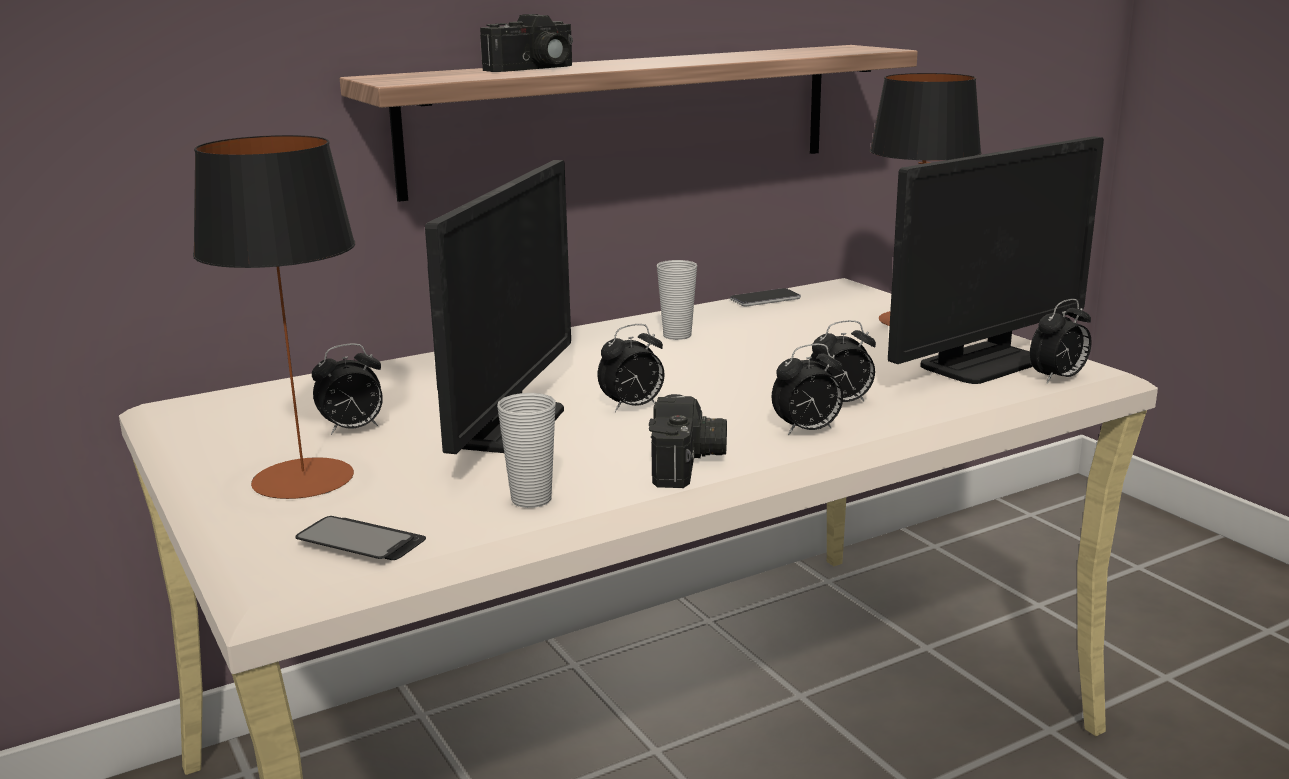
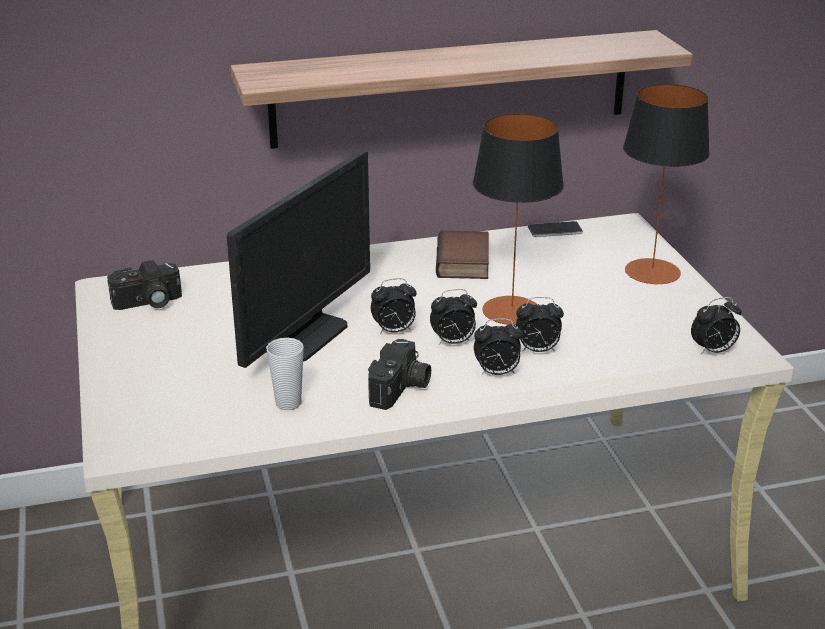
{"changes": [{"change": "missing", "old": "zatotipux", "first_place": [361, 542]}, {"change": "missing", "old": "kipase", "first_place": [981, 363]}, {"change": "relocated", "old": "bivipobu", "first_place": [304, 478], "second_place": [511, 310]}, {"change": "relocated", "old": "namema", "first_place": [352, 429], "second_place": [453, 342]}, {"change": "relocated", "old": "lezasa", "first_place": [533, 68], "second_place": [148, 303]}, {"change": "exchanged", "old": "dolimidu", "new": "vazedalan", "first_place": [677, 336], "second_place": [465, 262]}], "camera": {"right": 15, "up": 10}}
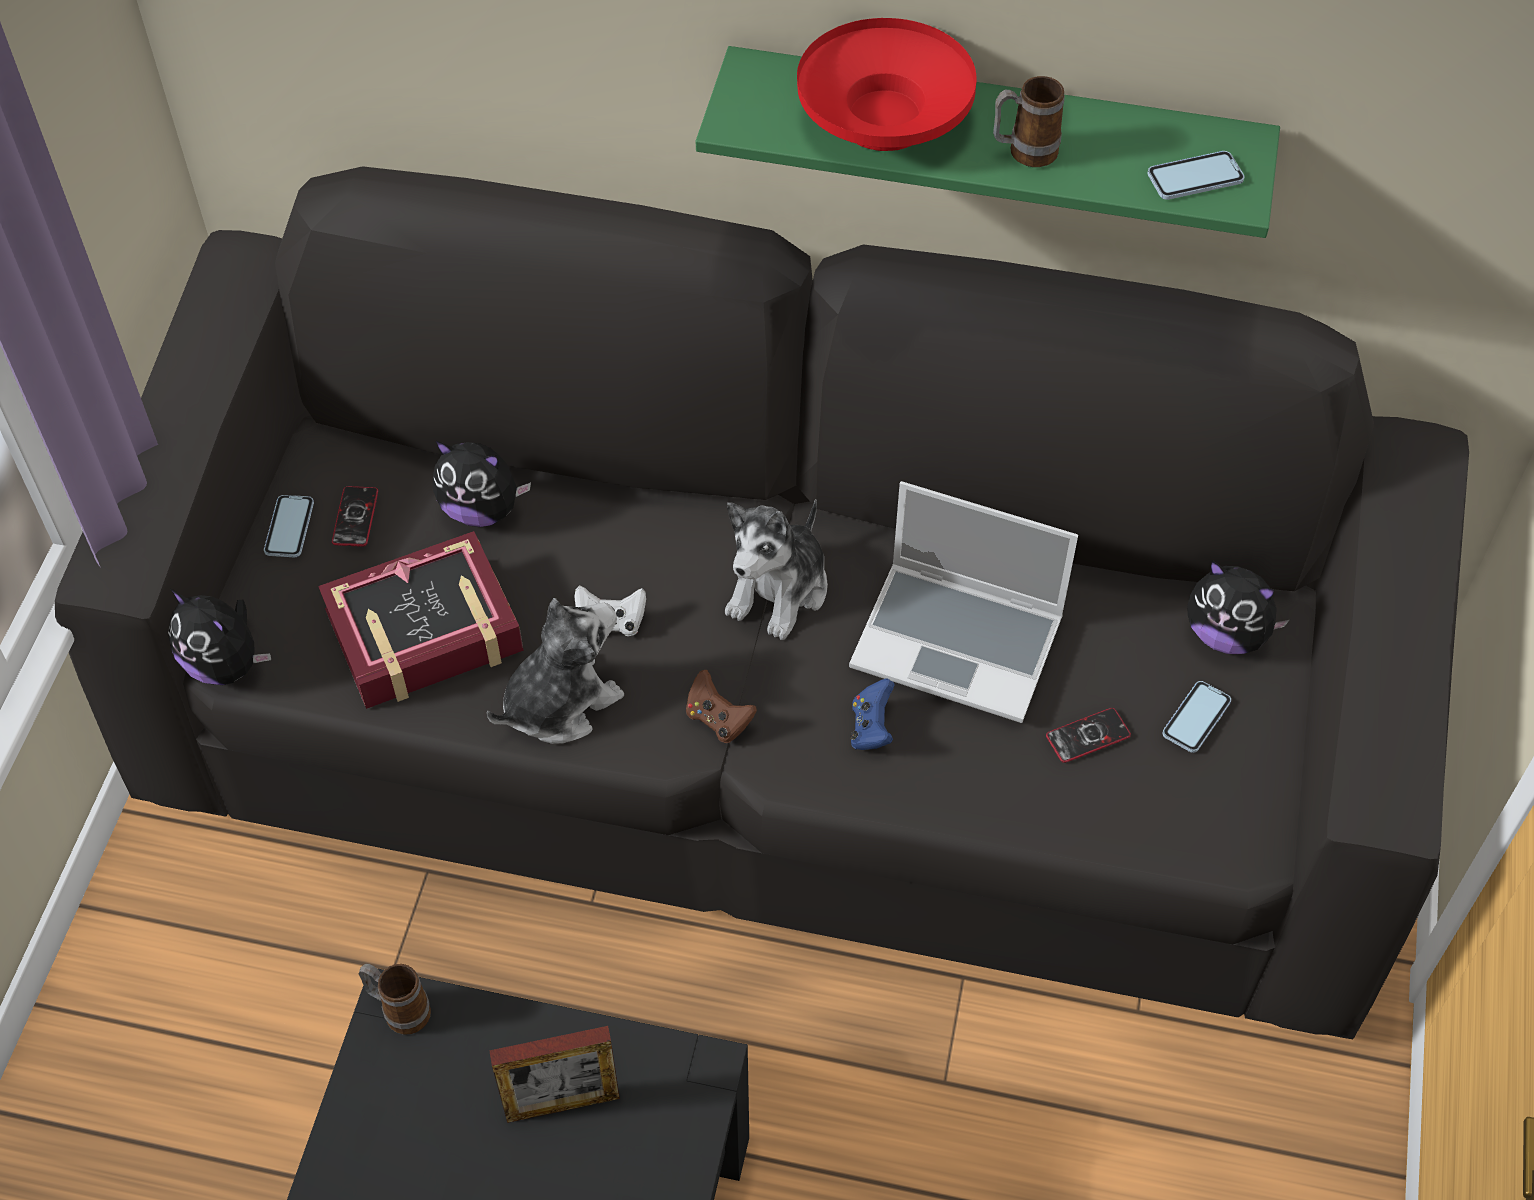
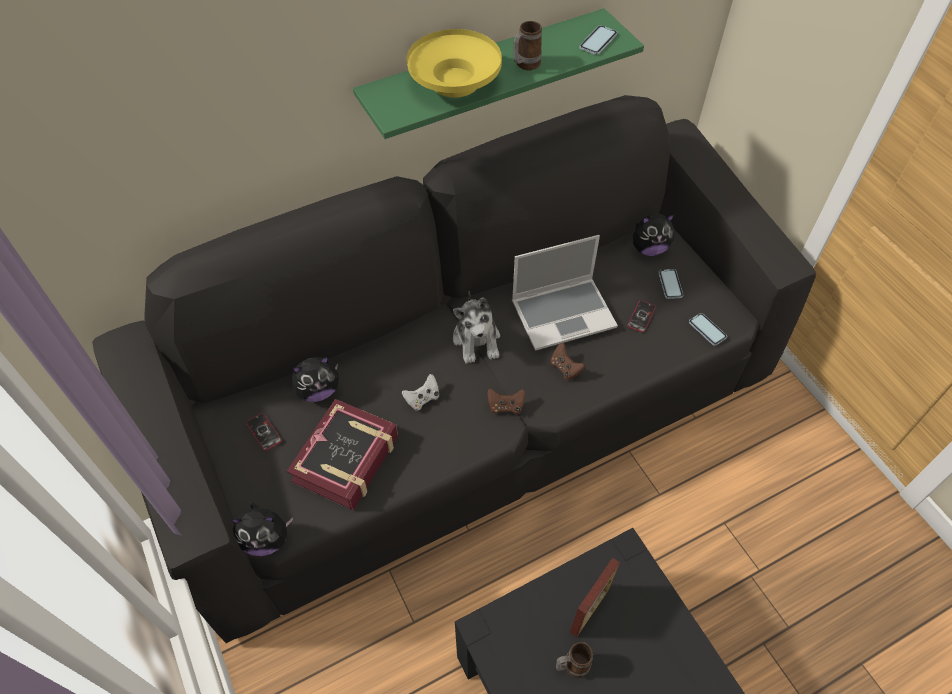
{"changes": [{"change": "missing", "old": "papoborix", "first_place": [560, 702]}, {"change": "relocated", "old": "zatotipux", "first_place": [289, 528], "second_place": [707, 330]}, {"change": "relocated", "old": "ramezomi", "first_place": [399, 1010], "second_place": [571, 666]}, {"change": "colour", "old": "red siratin", "new": "yellow siratin", "first_place": [883, 119], "second_place": [454, 82]}, {"change": "colour", "old": "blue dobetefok", "new": "brown dobetefok", "first_place": [871, 728], "second_place": [565, 368]}], "camera": {"right": -40, "up": 0}}
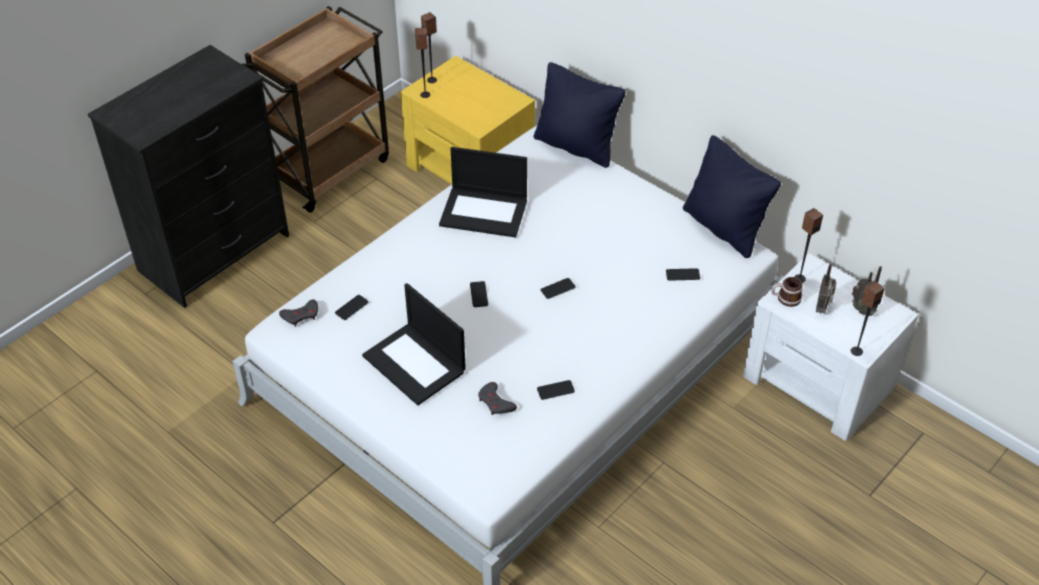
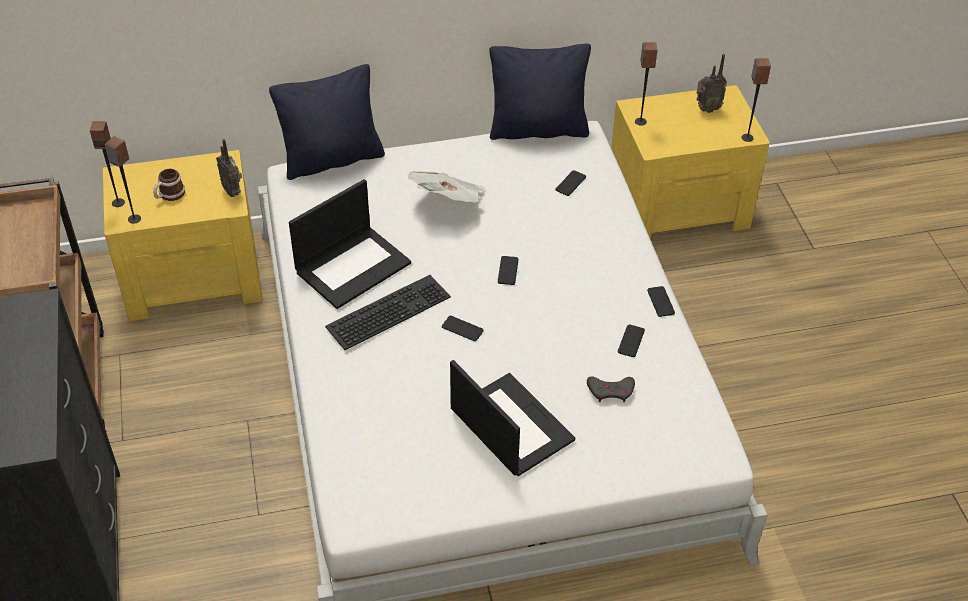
{"changes": [{"change": "missing", "old": "grey dobetefok", "first_place": [301, 315]}, {"change": "appeared", "new": "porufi", "second_place": [388, 310]}, {"change": "appeared", "new": "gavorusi", "second_place": [449, 201]}, {"change": "relocated", "old": "zatotipux", "first_place": [351, 307], "second_place": [660, 302]}, {"change": "relocated", "old": "ramezomi", "first_place": [785, 298], "second_place": [169, 195]}, {"change": "relocated", "old": "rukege", "first_place": [822, 308], "second_place": [233, 191]}, {"change": "colour", "old": "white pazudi", "new": "yellow pazudi", "first_place": [818, 382], "second_place": [678, 207]}, {"change": "spun", "old": "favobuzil", "first_place": [415, 364], "second_place": [509, 425], "degrees": -120}], "camera": {"right": -55, "up": 0}}
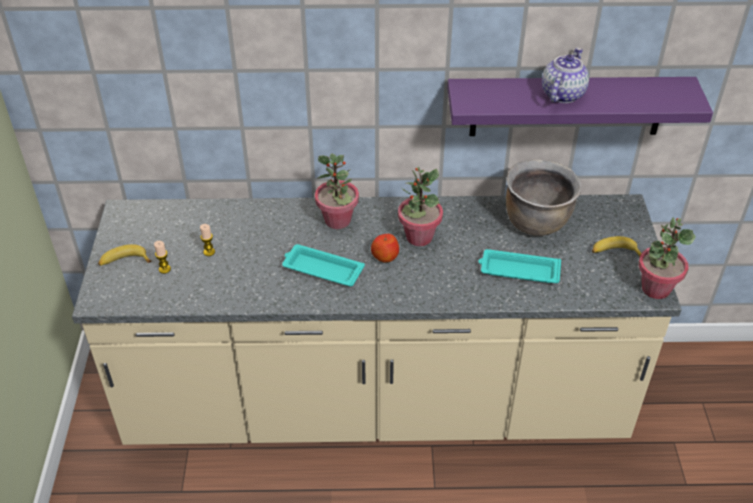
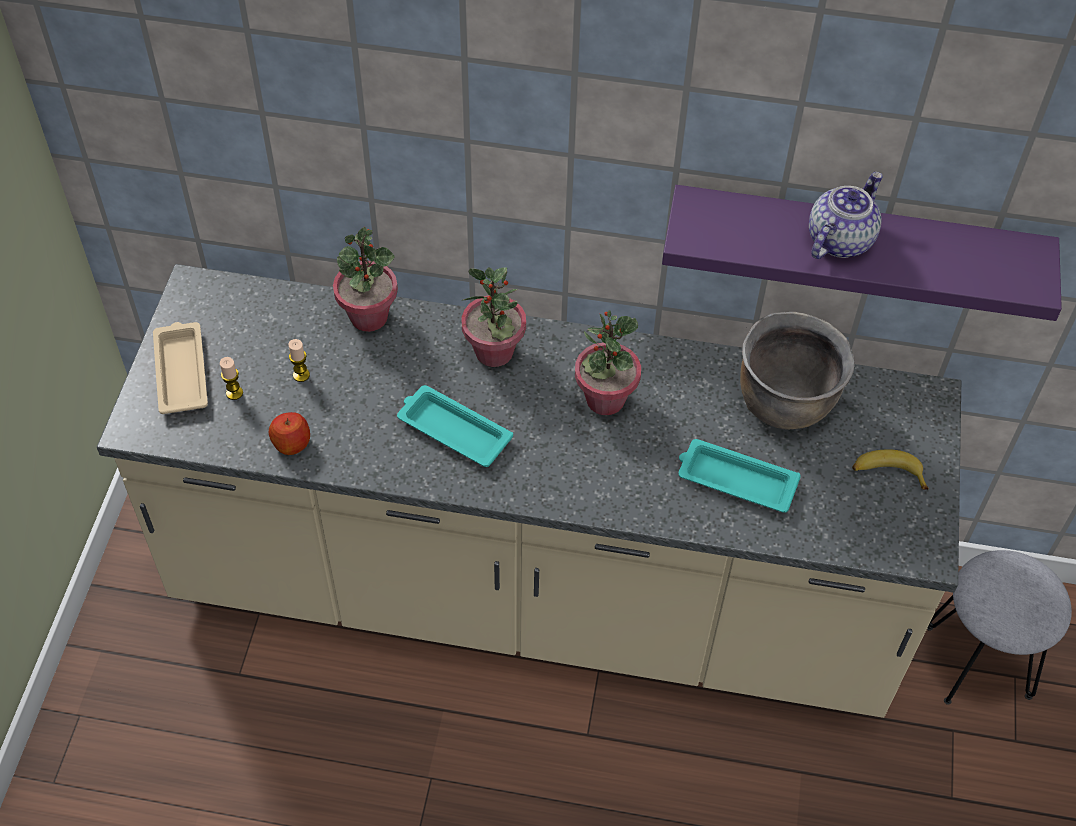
{"changes": [{"change": "appeared", "new": "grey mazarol", "second_place": [977, 661]}, {"change": "relocated", "old": "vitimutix", "first_place": [385, 256], "second_place": [291, 443]}, {"change": "relocated", "old": "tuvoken", "first_place": [655, 288], "second_place": [369, 316]}, {"change": "exchanged", "old": "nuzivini", "new": "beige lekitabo", "first_place": [124, 261], "second_place": [181, 371]}], "camera": {"right": 10, "up": 10}}
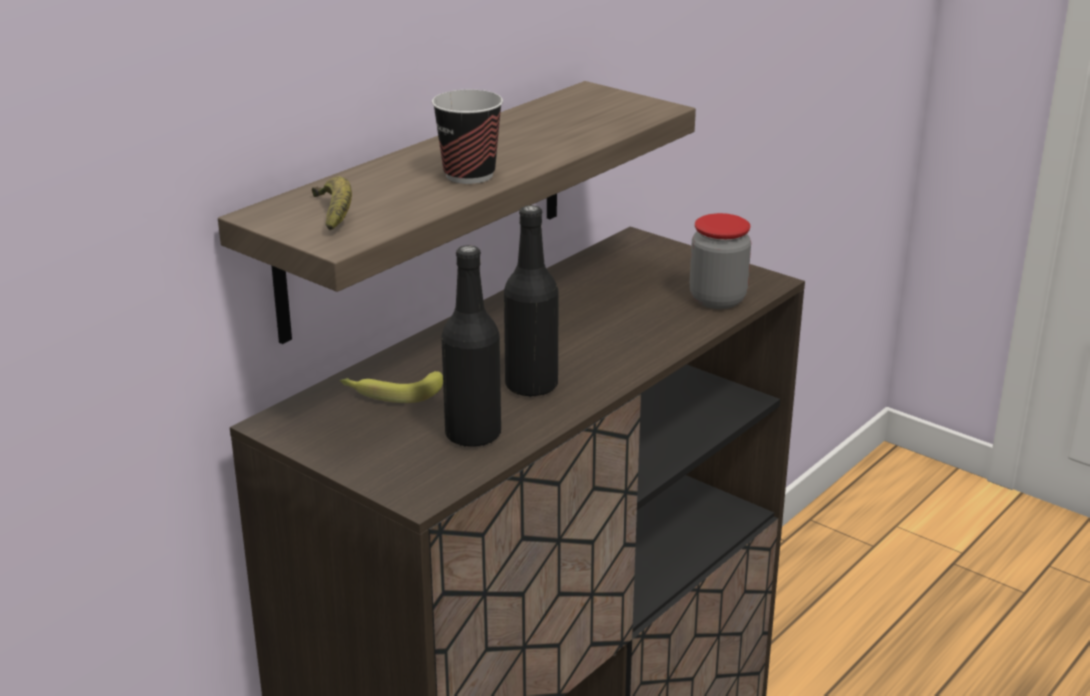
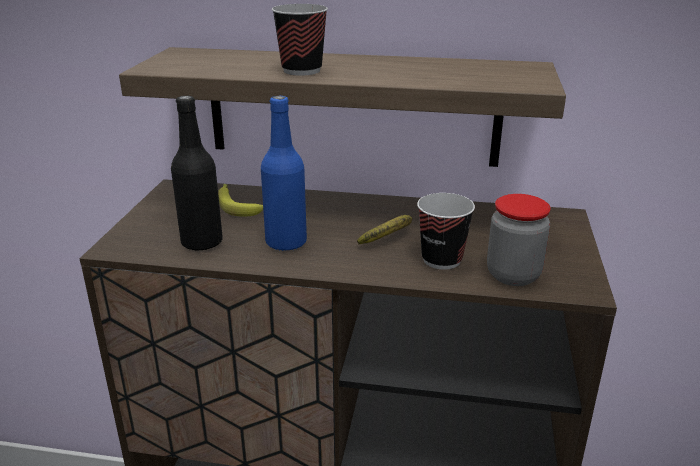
{"changes": [{"change": "appeared", "new": "dolimidu", "second_place": [441, 259]}, {"change": "relocated", "old": "nuzivini", "first_place": [334, 214], "second_place": [390, 238]}, {"change": "colour", "old": "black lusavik", "new": "blue lusavik", "first_place": [531, 386], "second_place": [286, 242]}], "camera": {"right": 60, "up": 0}}
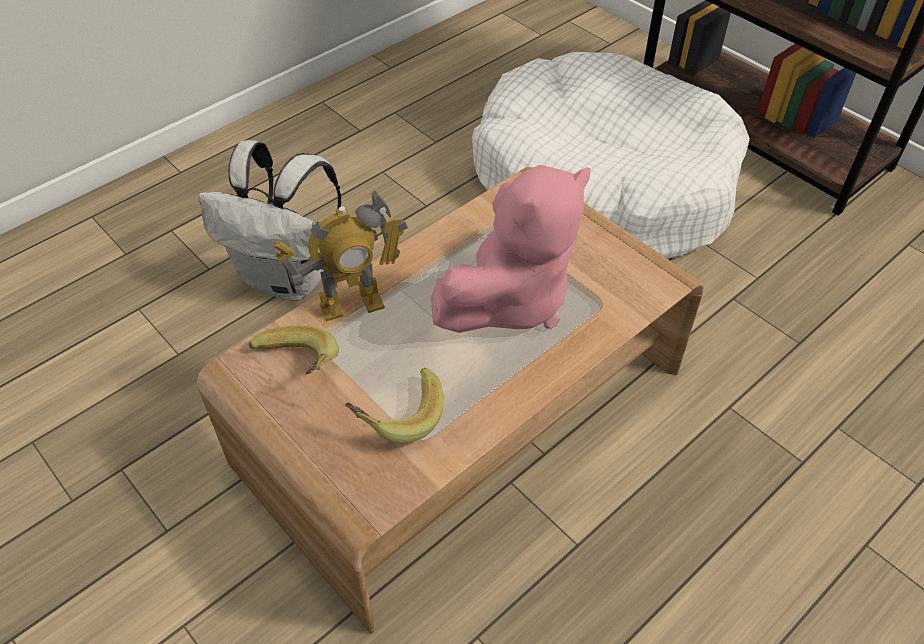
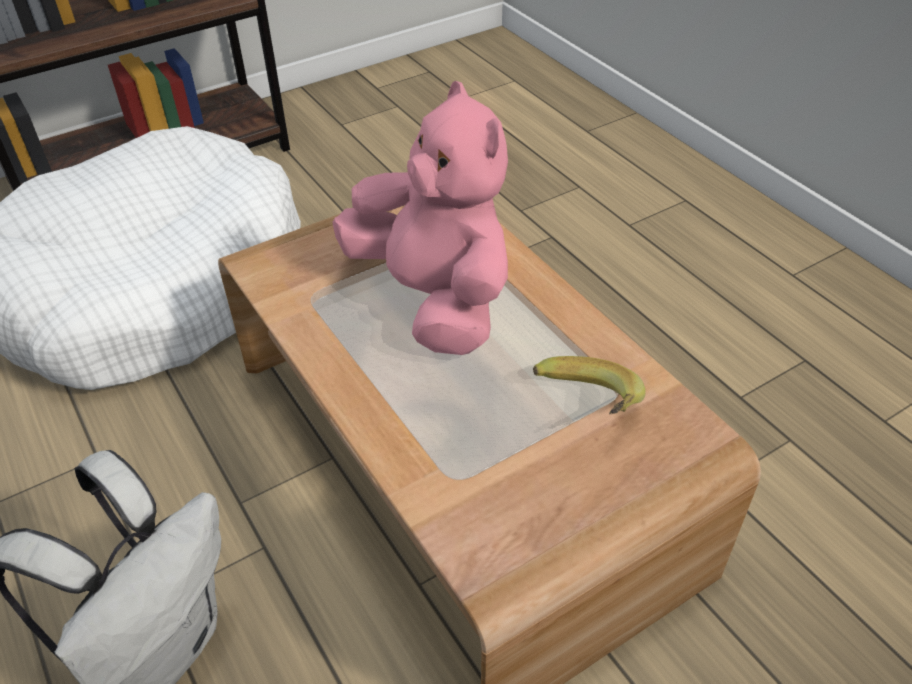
{"changes": [{"change": "missing", "old": "nuzivini", "first_place": [296, 368]}, {"change": "missing", "old": "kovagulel", "first_place": [352, 305]}], "camera": {"right": -80, "up": -5}}
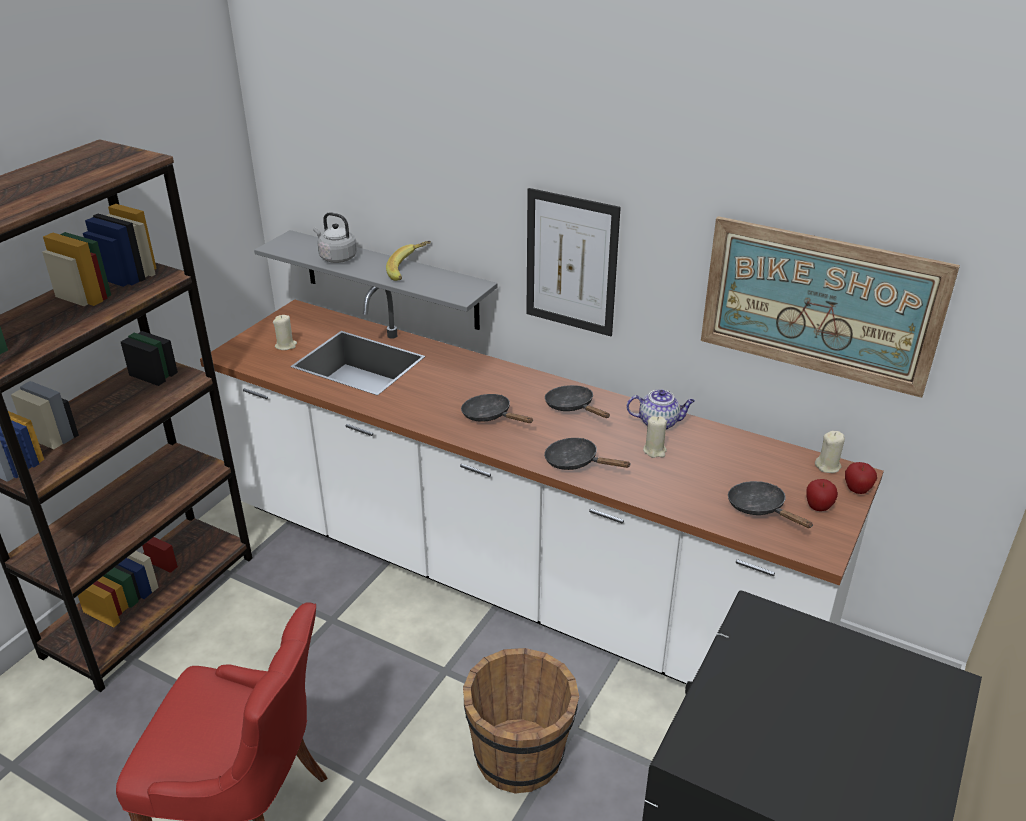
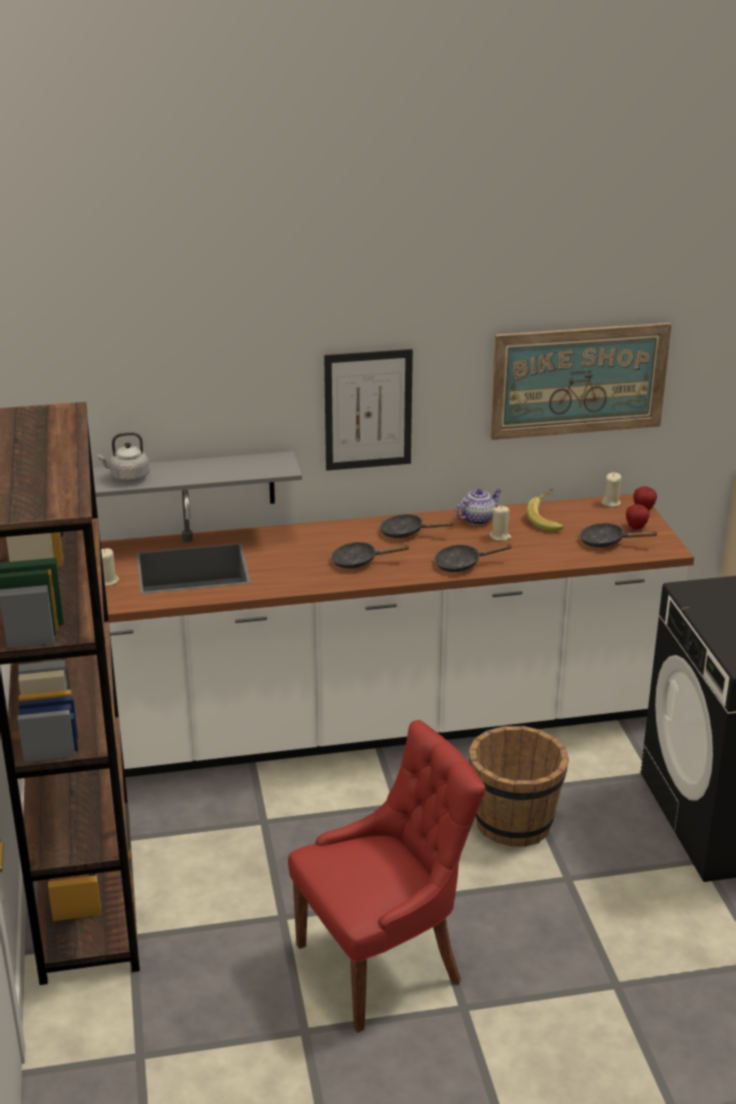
{"changes": [{"change": "relocated", "old": "nuzivini", "first_place": [410, 271], "second_place": [548, 521]}], "camera": {"right": -40, "up": -5}}
